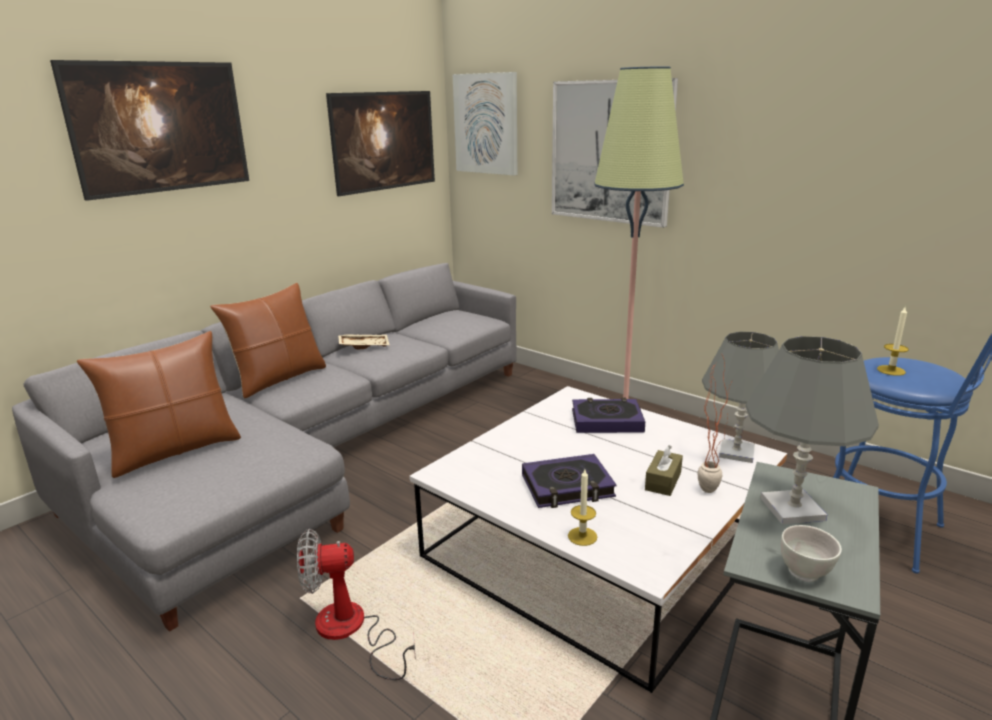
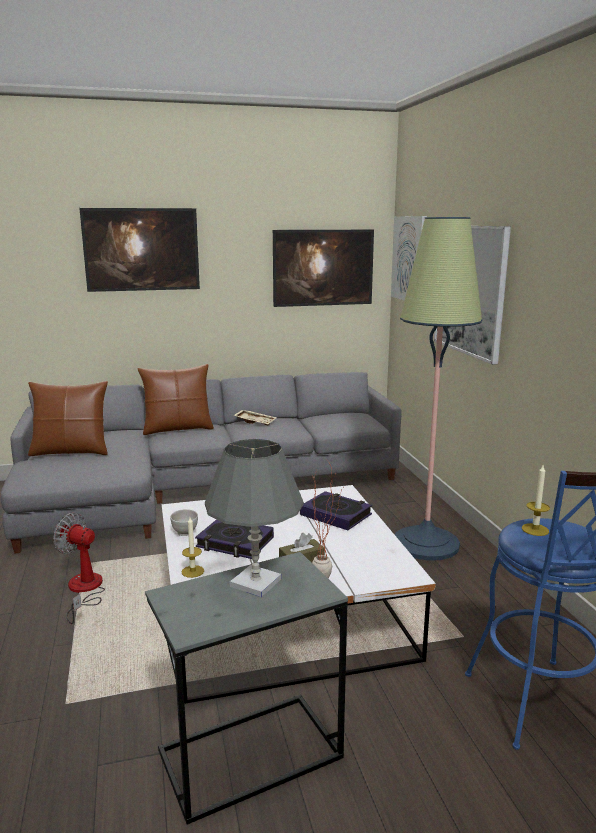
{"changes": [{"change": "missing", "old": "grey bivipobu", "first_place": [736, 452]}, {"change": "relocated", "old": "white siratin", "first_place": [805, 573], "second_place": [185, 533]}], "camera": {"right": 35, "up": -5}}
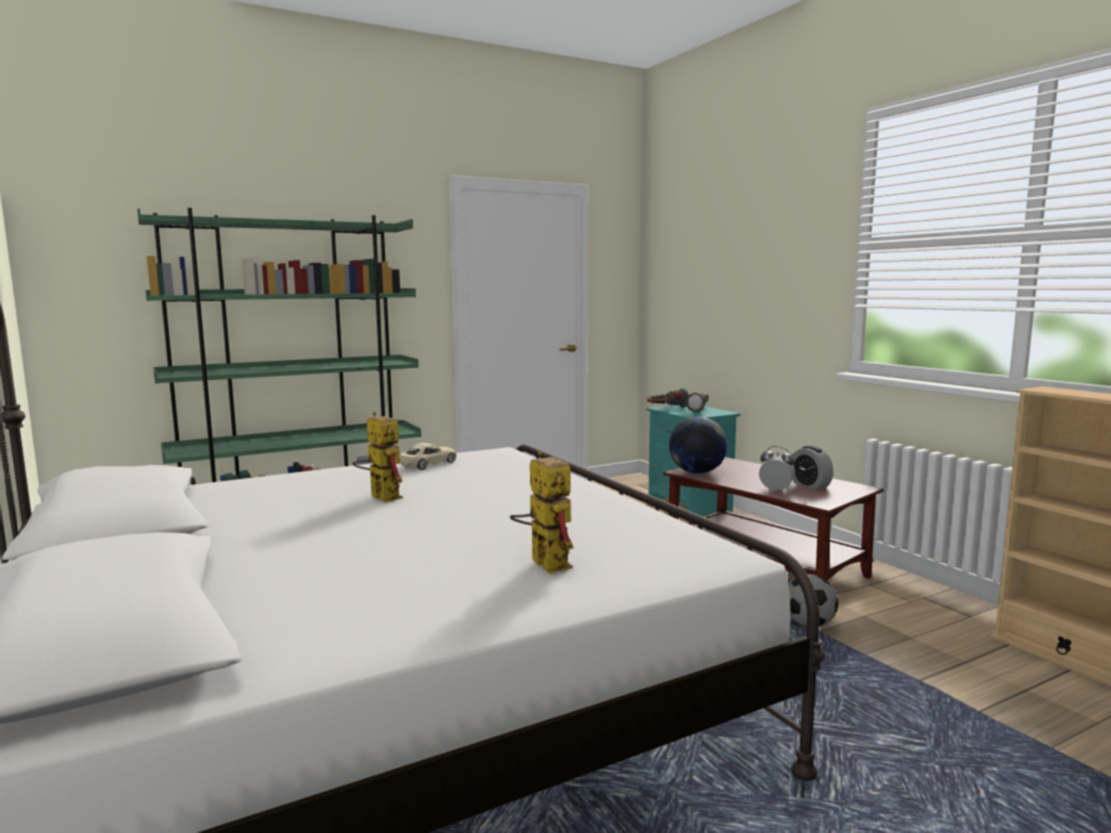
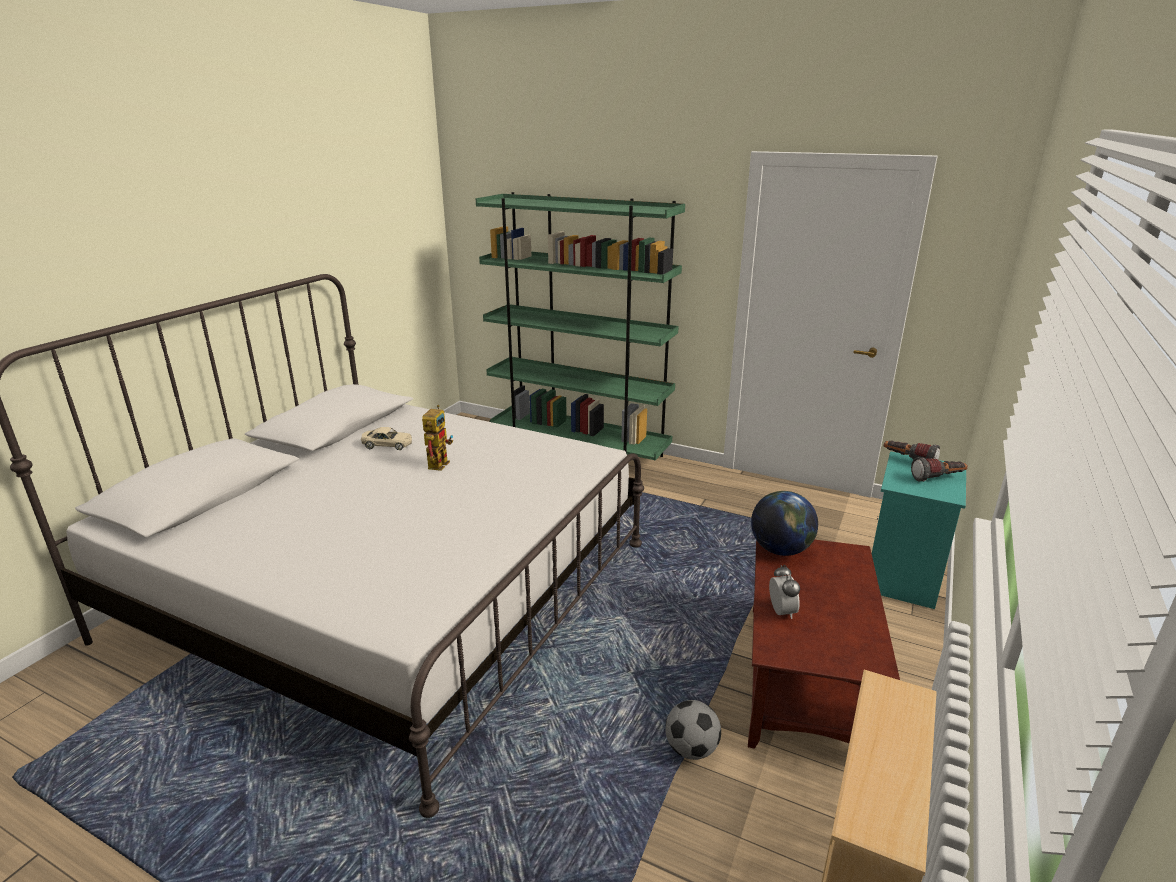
{"changes": [{"change": "missing", "old": "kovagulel", "first_place": [543, 562]}, {"change": "missing", "old": "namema", "first_place": [810, 485]}, {"change": "relocated", "old": "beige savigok", "first_place": [428, 464], "second_place": [387, 445]}], "camera": {"right": 55, "up": 15}}
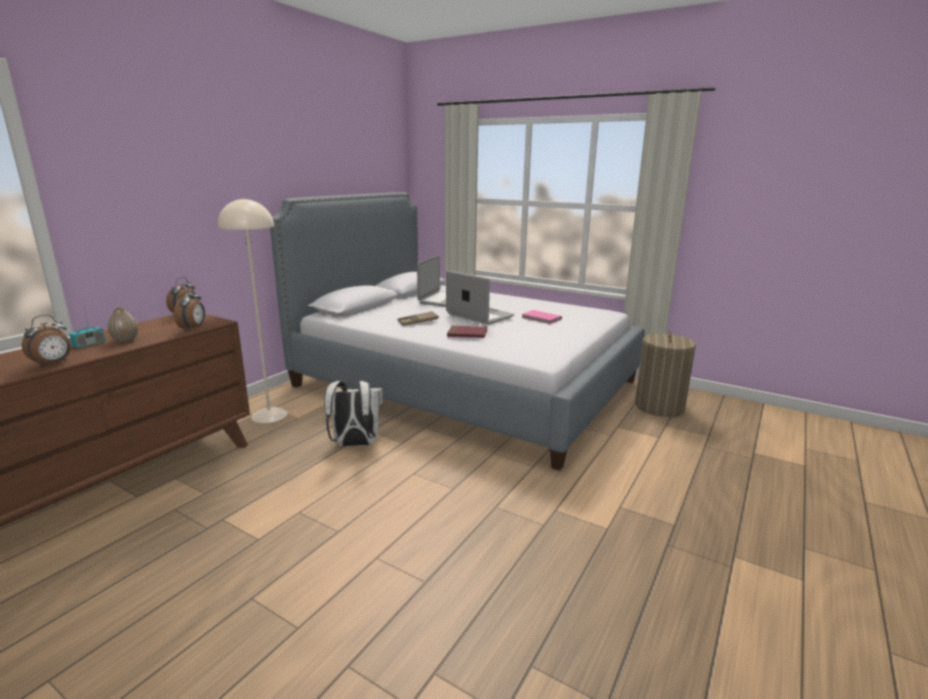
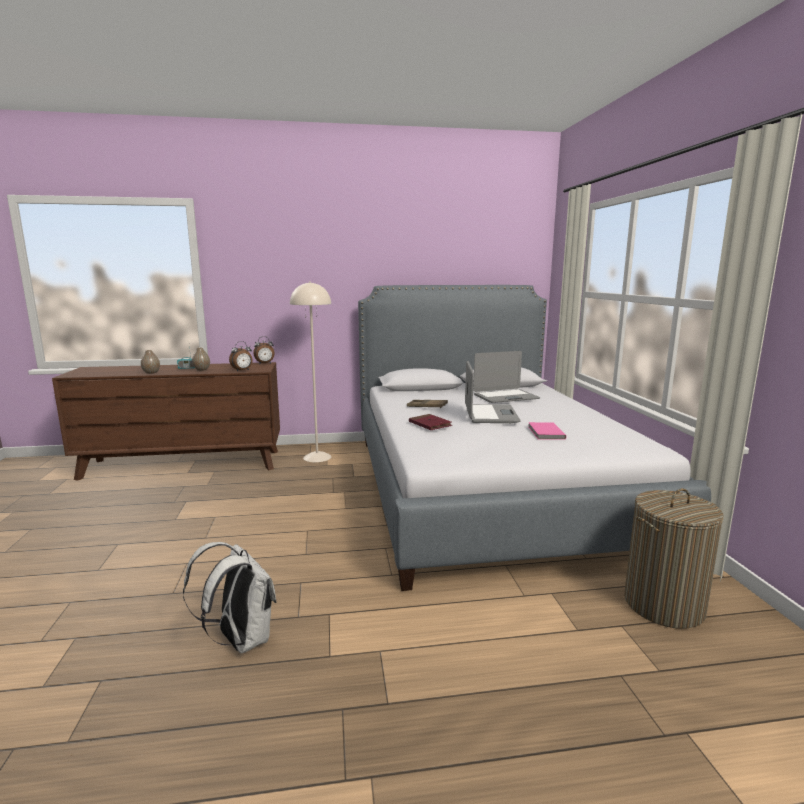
{"changes": [{"change": "relocated", "old": "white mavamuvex", "first_place": [355, 444], "second_place": [240, 639]}, {"change": "exchanged", "old": "namema", "new": "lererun", "first_place": [53, 363], "second_place": [151, 373]}], "camera": {"right": 50, "up": -5}}
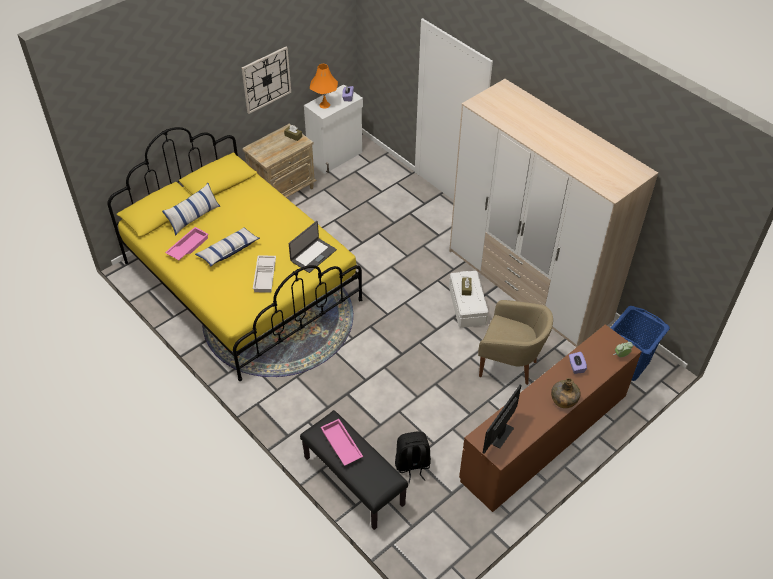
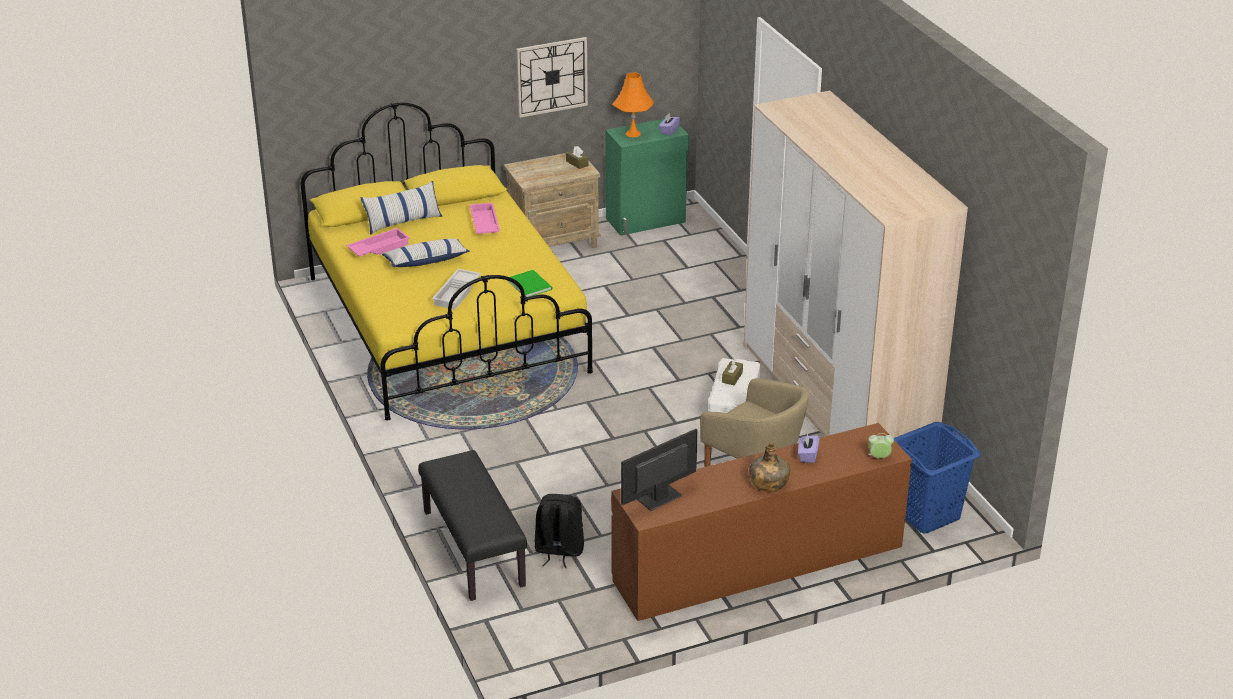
{"changes": [{"change": "relocated", "old": "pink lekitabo", "first_place": [340, 445], "second_place": [483, 224]}, {"change": "exchanged", "old": "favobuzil", "new": "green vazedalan", "first_place": [313, 255], "second_place": [530, 284]}, {"change": "colour", "old": "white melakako", "new": "green melakako", "first_place": [336, 156], "second_place": [646, 220]}], "camera": {"right": 20, "up": -15}}
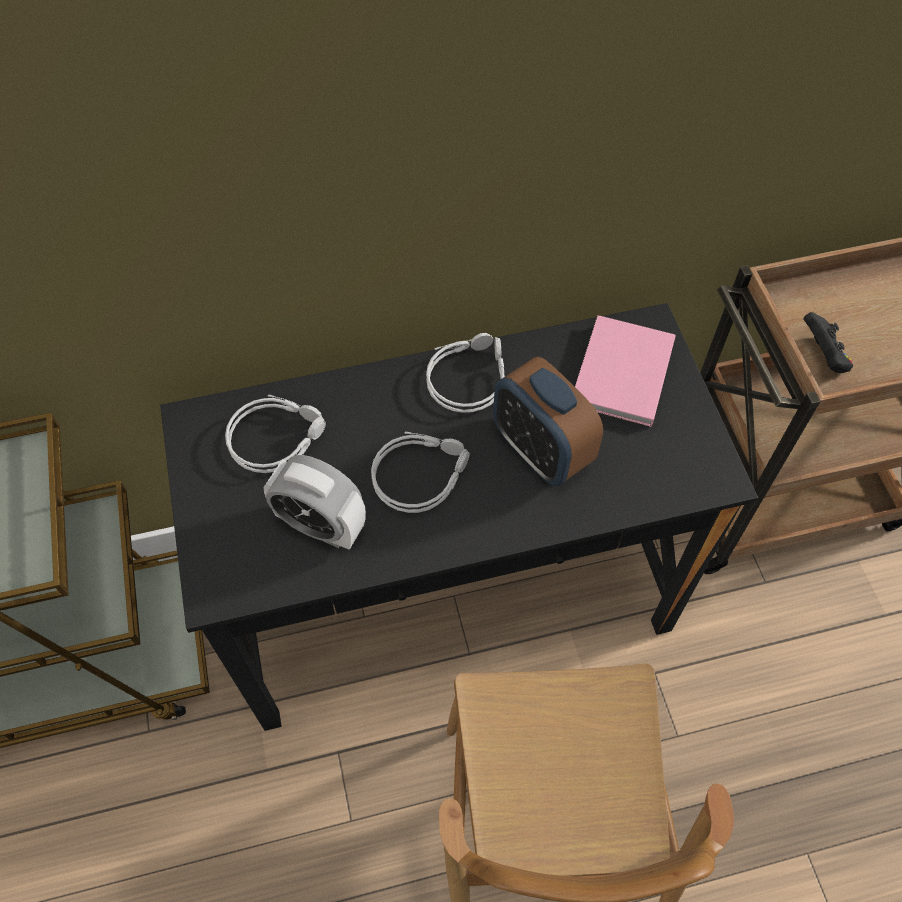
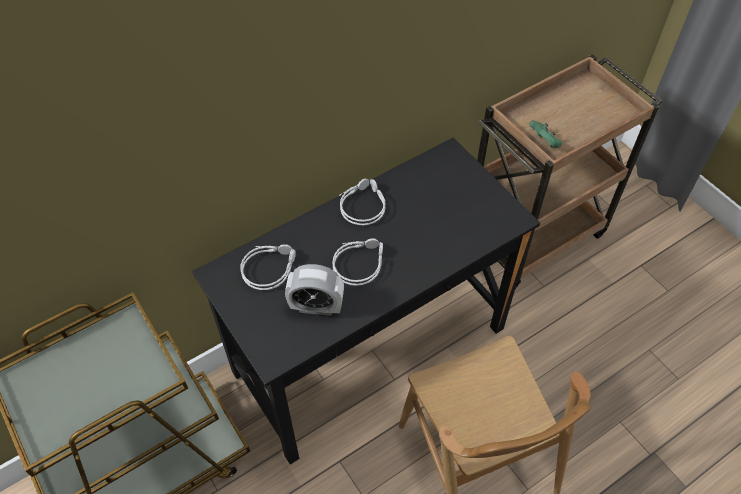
{"changes": [{"change": "missing", "old": "namema", "first_place": [541, 450]}, {"change": "missing", "old": "pink vazedalan", "first_place": [620, 375]}, {"change": "colour", "old": "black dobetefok", "new": "green dobetefok", "first_place": [823, 356], "second_place": [544, 142]}], "camera": {"right": -20, "up": -5}}
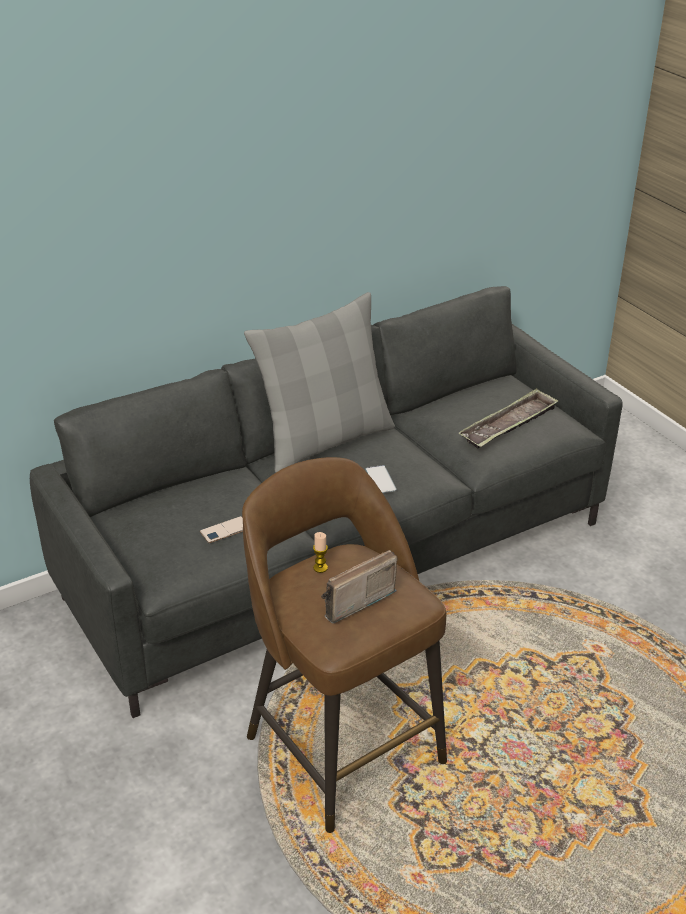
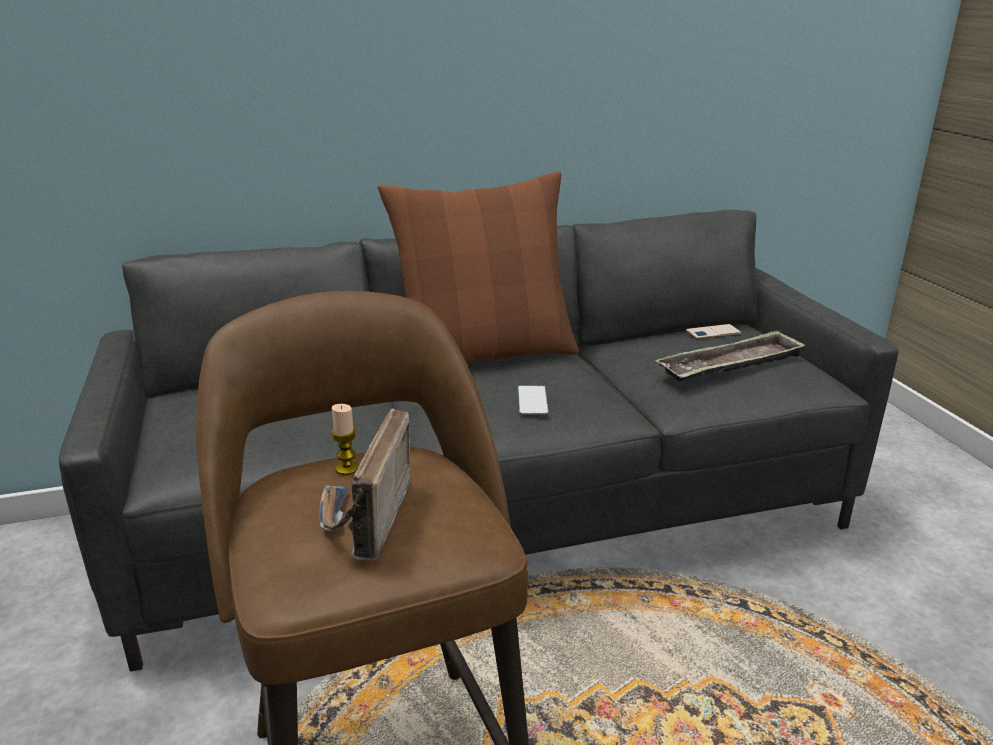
{"changes": [{"change": "relocated", "old": "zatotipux", "first_place": [225, 530], "second_place": [713, 332]}, {"change": "colour", "old": "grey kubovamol", "new": "brown kubovamol", "first_place": [325, 440], "second_place": [485, 355]}, {"change": "spun", "old": "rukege", "first_place": [351, 600], "second_place": [362, 521], "degrees": -60}], "camera": {"right": 15, "up": -10}}
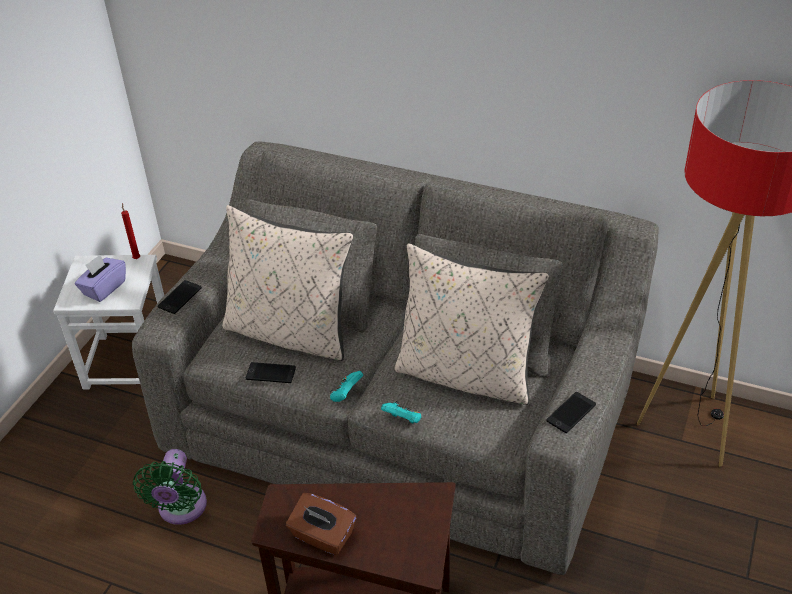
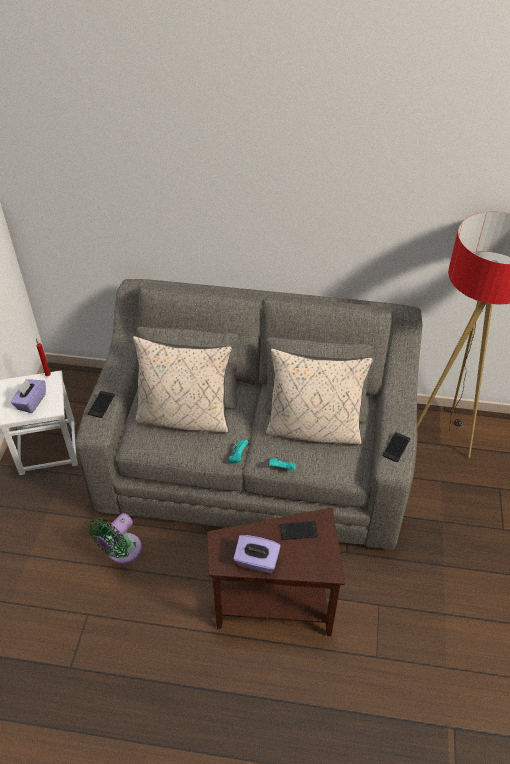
{"changes": [{"change": "relocated", "old": "zatotipux", "first_place": [270, 373], "second_place": [298, 531]}, {"change": "colour", "old": "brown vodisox", "new": "purple vodisox", "first_place": [322, 536], "second_place": [256, 561]}, {"change": "spun", "old": "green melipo", "first_place": [181, 509], "second_place": [121, 551], "degrees": 45}], "camera": {"right": -15, "up": 5}}
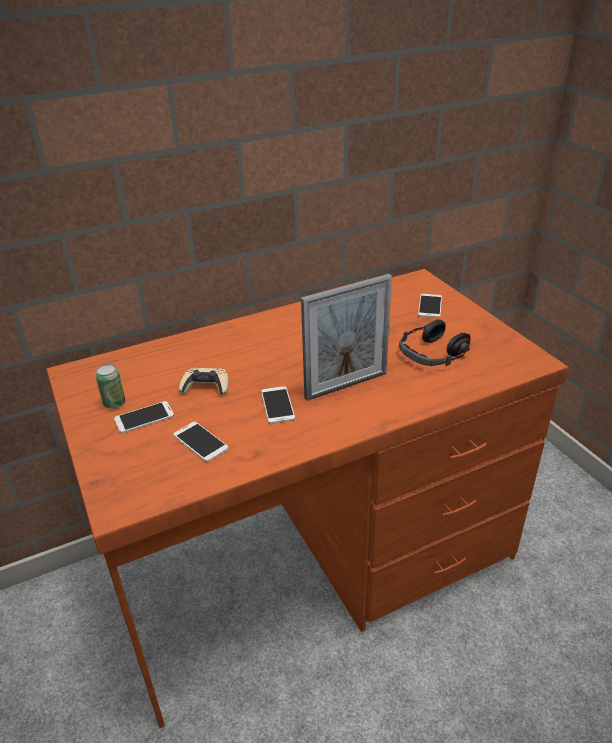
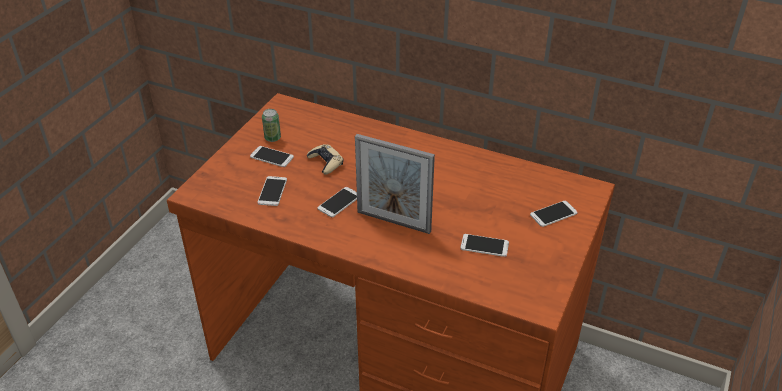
{"changes": [{"change": "exchanged", "old": "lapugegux", "new": "zatotipux", "first_place": [433, 353], "second_place": [484, 246]}], "camera": {"right": 50, "up": 5}}
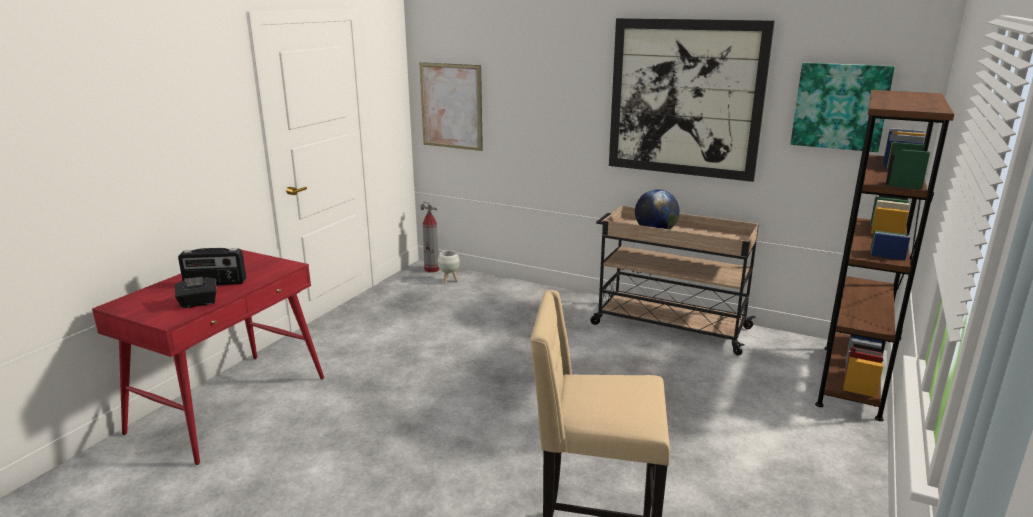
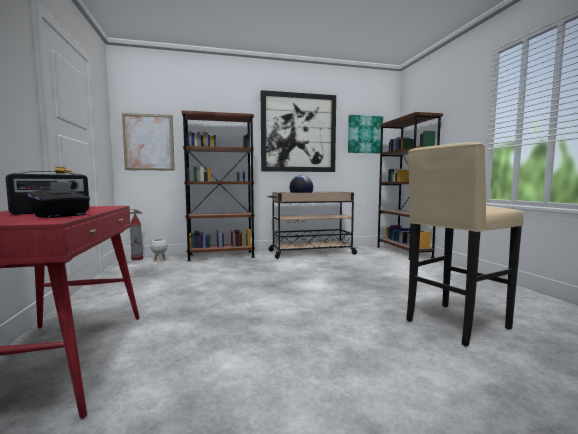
{"changes": [{"change": "appeared", "new": "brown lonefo", "second_place": [221, 256]}], "camera": {"right": -40, "up": -15}}
